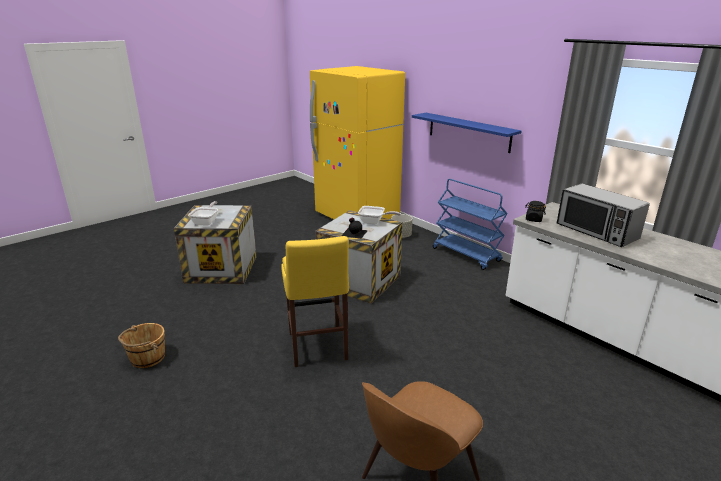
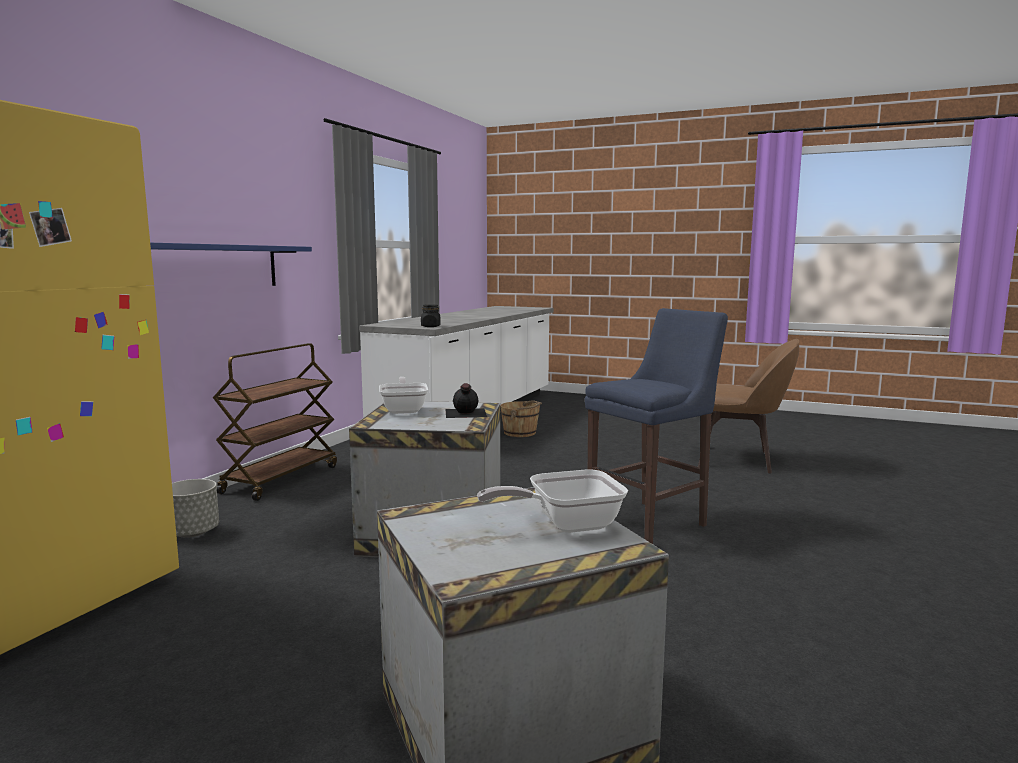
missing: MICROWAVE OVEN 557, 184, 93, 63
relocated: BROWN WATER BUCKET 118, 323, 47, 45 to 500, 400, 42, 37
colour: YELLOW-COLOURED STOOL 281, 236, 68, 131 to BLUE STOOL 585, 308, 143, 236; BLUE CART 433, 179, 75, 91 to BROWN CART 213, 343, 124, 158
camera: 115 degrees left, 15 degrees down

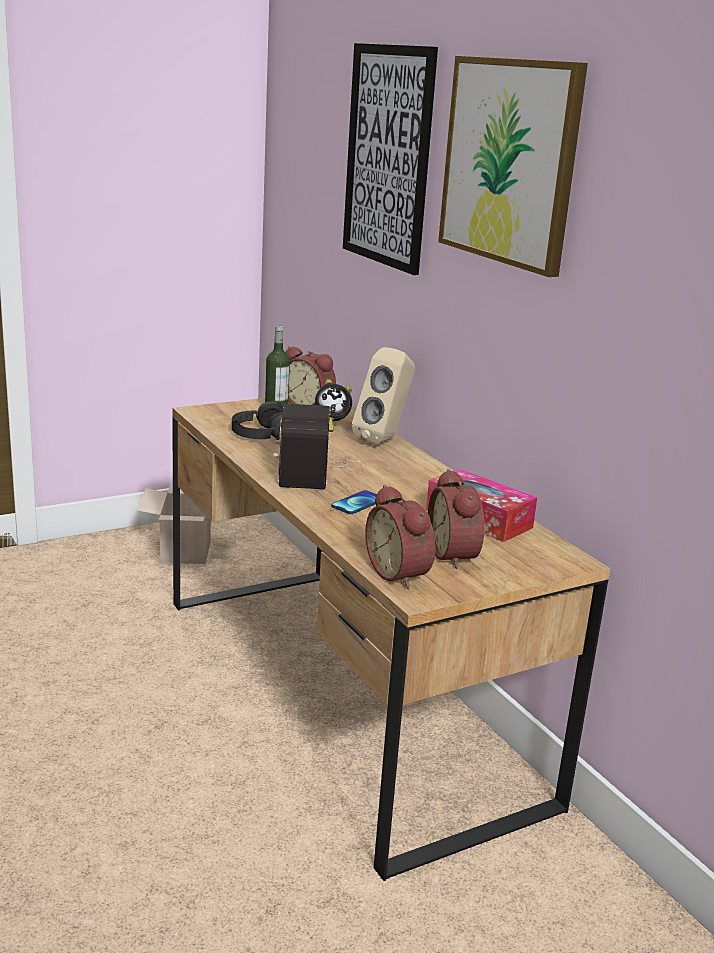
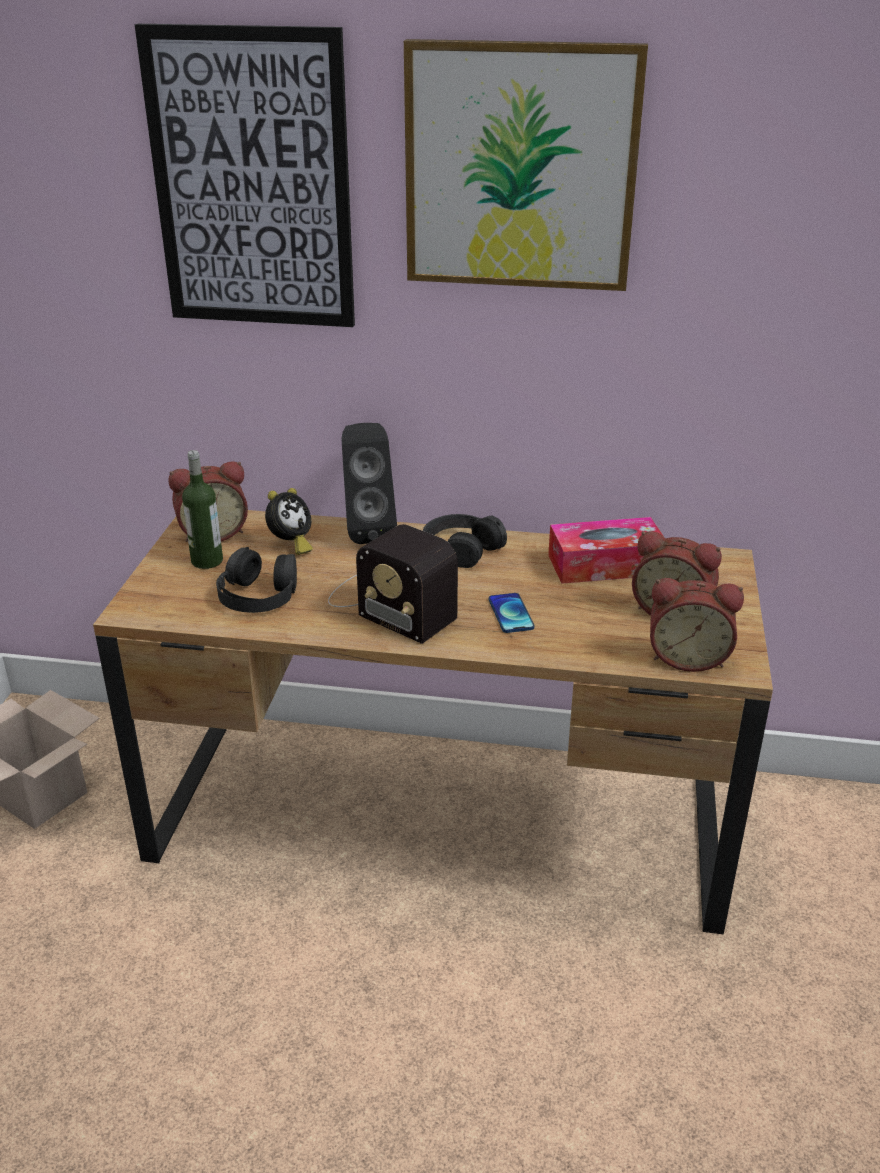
appeared: BLACKISH PAIR OF HEADPHONES 423, 514, 84, 54
colour: BEIGE AUDIO SPEAKER 352, 347, 63, 98 to BLACKISH AUDIO SPEAKER 342, 423, 55, 121
camera: 50 degrees left, 10 degrees up

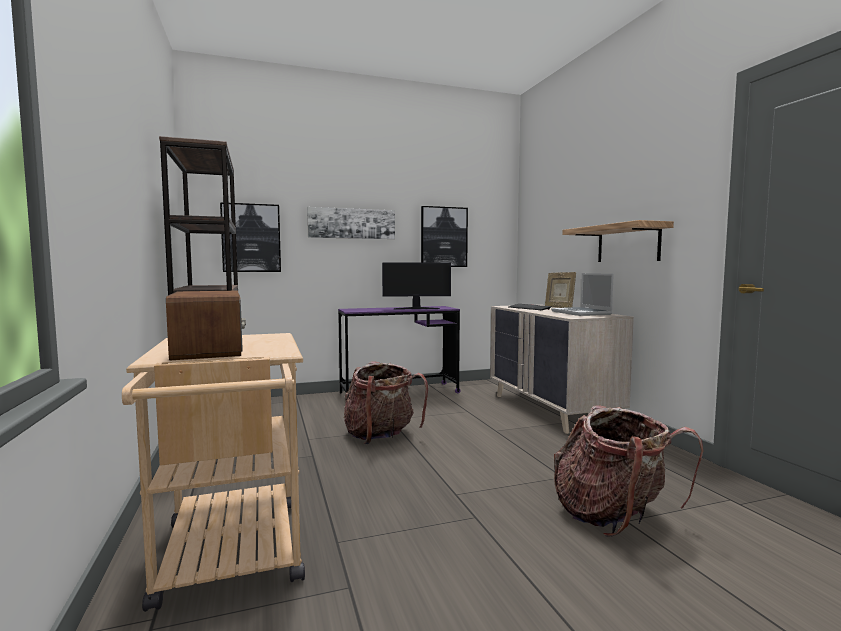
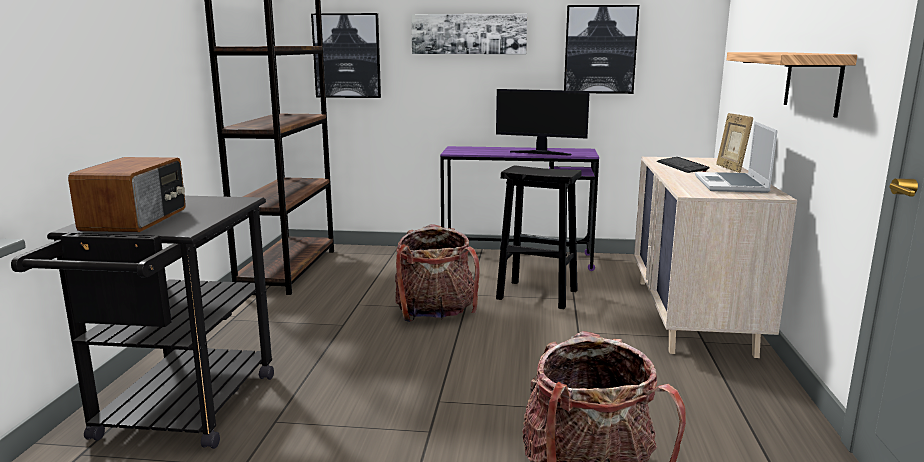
appeared: BLACKISH STOOL 496, 165, 86, 144
colour: BEIGE CART 122, 333, 183, 279 to BLACKISH CART 11, 196, 263, 253
camera: 25 degrees right, 10 degrees up

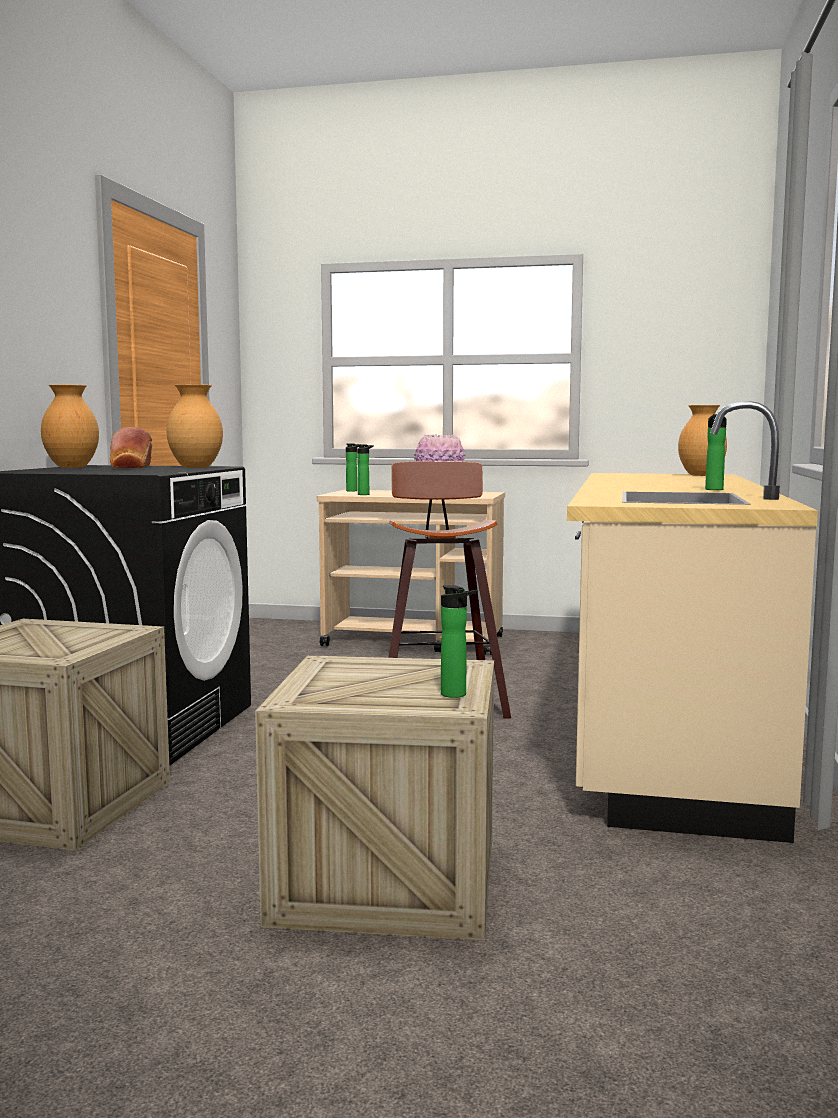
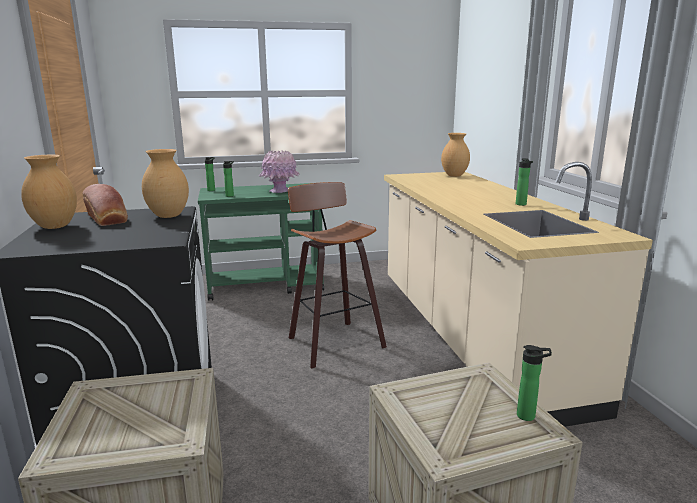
colour: BEIGE CART 317, 490, 188, 165 to GREEN CART 198, 183, 126, 118
camera: 25 degrees left, 10 degrees up

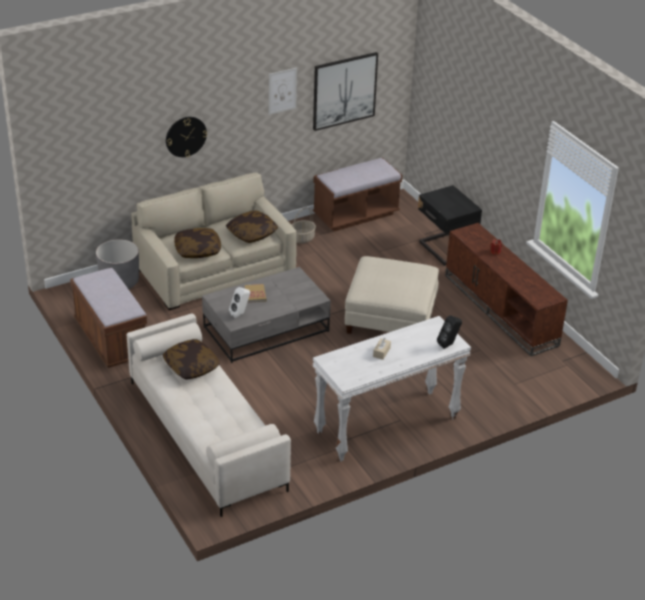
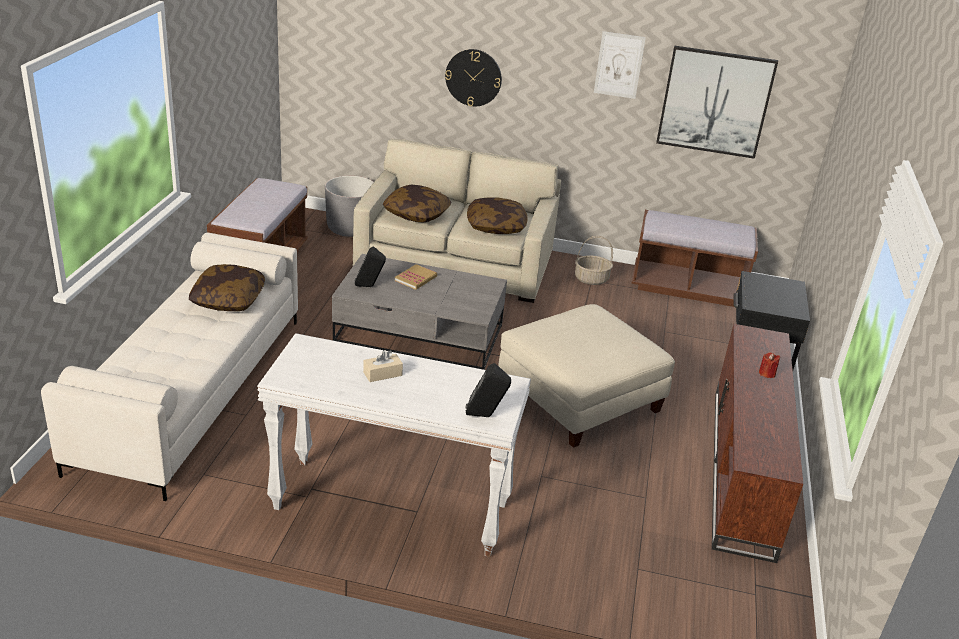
colour: WHITE-COLOURED AUDIO SPEAKER 229, 287, 21, 31 to BLACKISH AUDIO SPEAKER 355, 246, 31, 41
camera: 40 degrees right, 5 degrees down

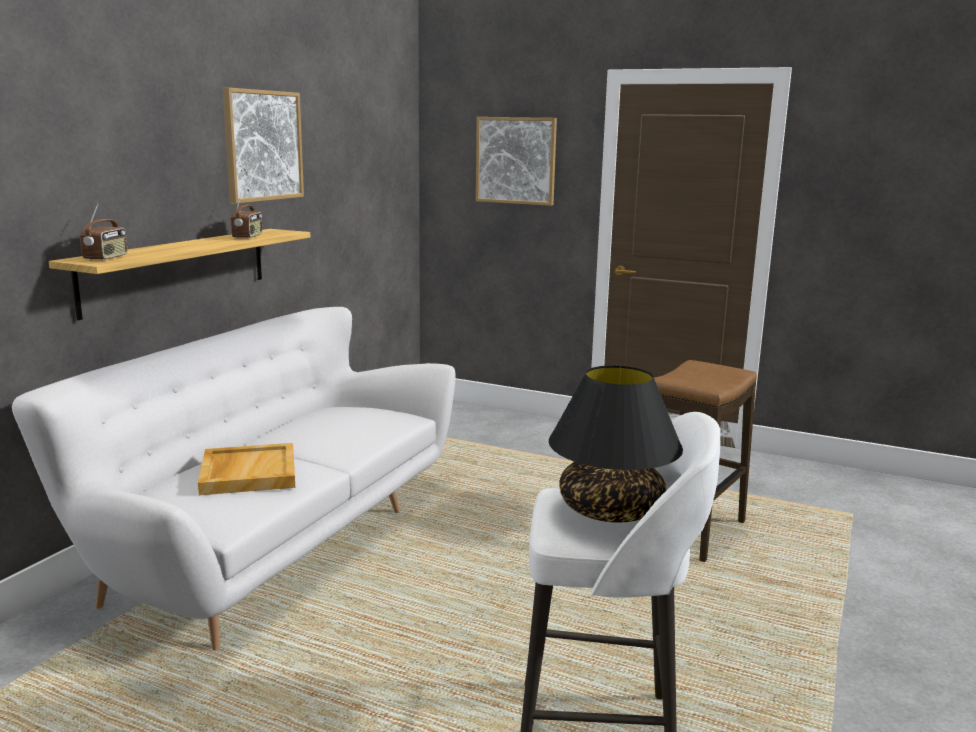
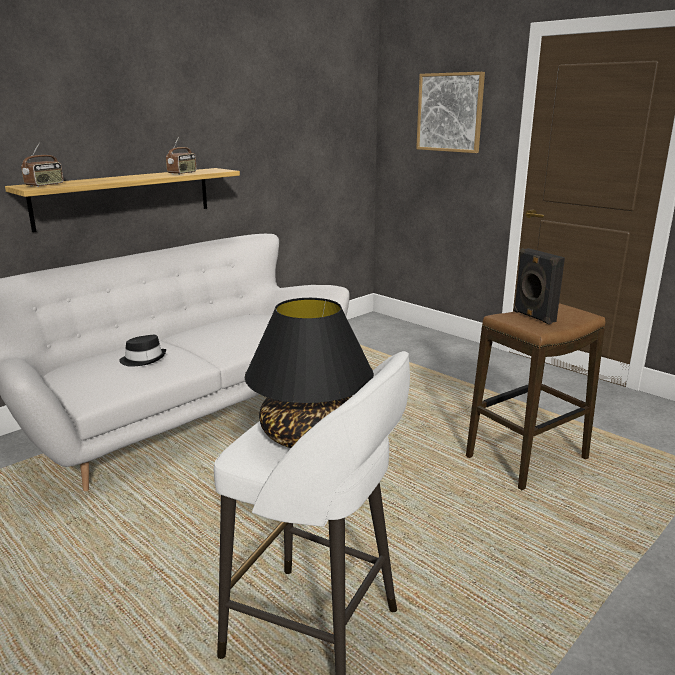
missing: WALL ART 222, 87, 82, 117
appeared: BLACKISH AUDIO SPEAKER 514, 248, 51, 76
exchanged: BEIGE TRAY 198, 443, 97, 52 to BLACKISH HAT 119, 335, 47, 32
camera: 20 degrees right, 5 degrees up

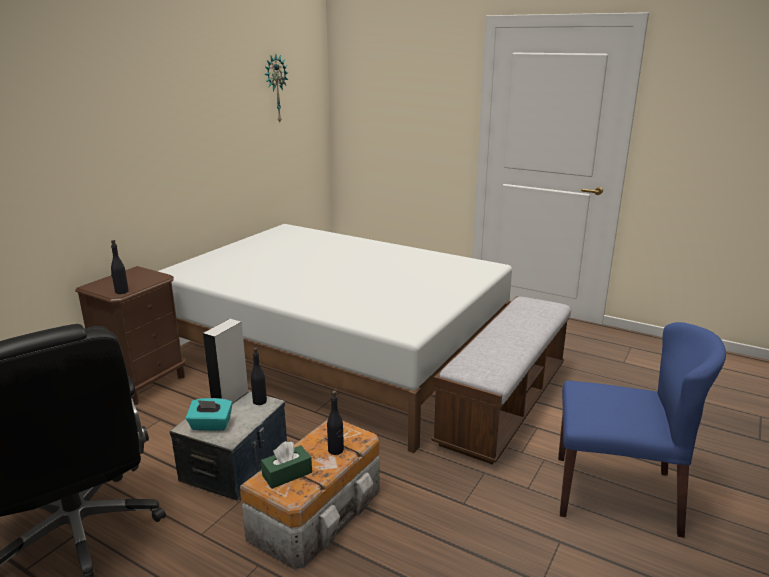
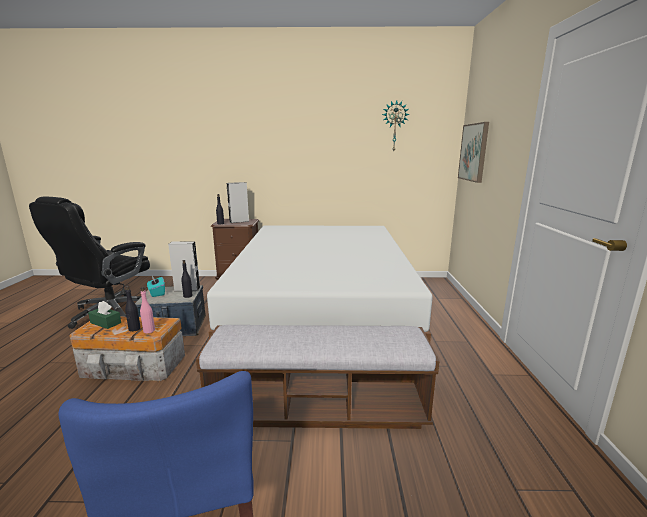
appeared: PINK-COLOURED BEVERAGE BOTTLE 140, 287, 15, 46; GREYISH AUDIO SPEAKER 227, 182, 22, 41; WALL ART 458, 122, 31, 61
camera: 60 degrees right, 5 degrees down

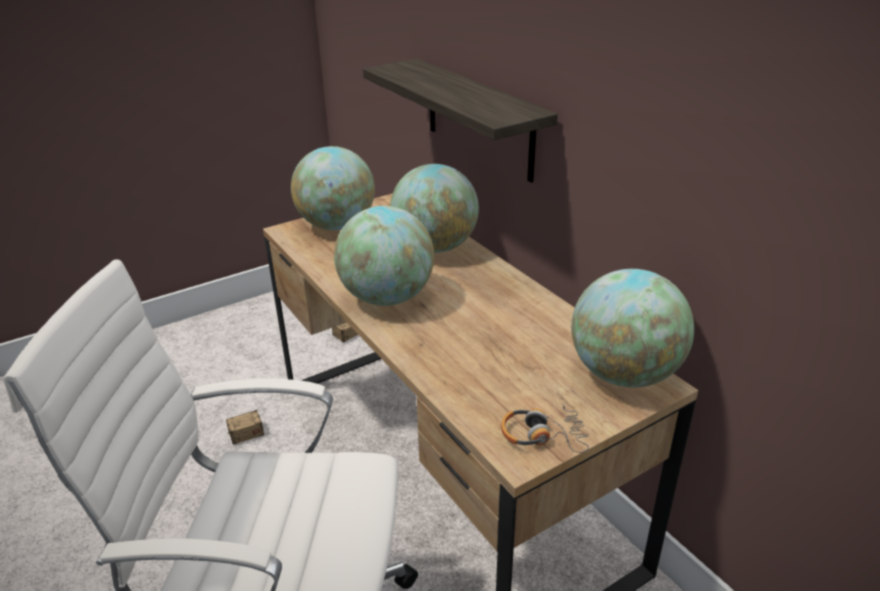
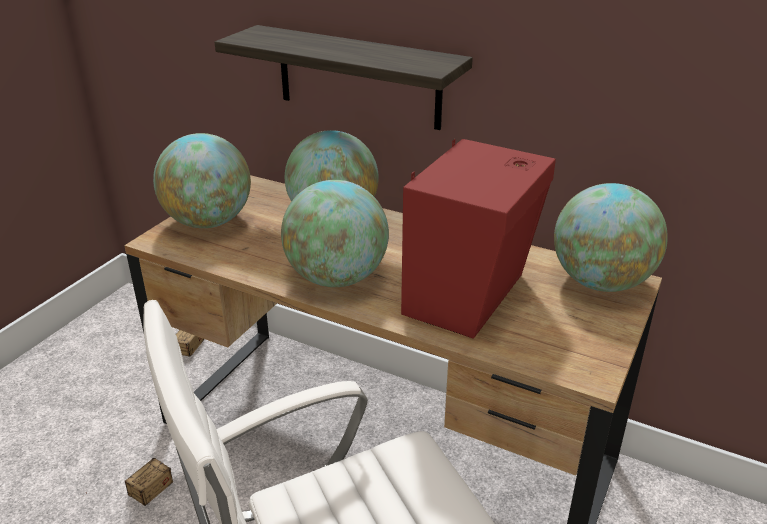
missing: PAIR OF HEADPHONES 501, 404, 88, 49
appeared: RED-COLOURED AUDIO SPEAKER 401, 139, 155, 200
camera: 30 degrees left, 0 degrees up

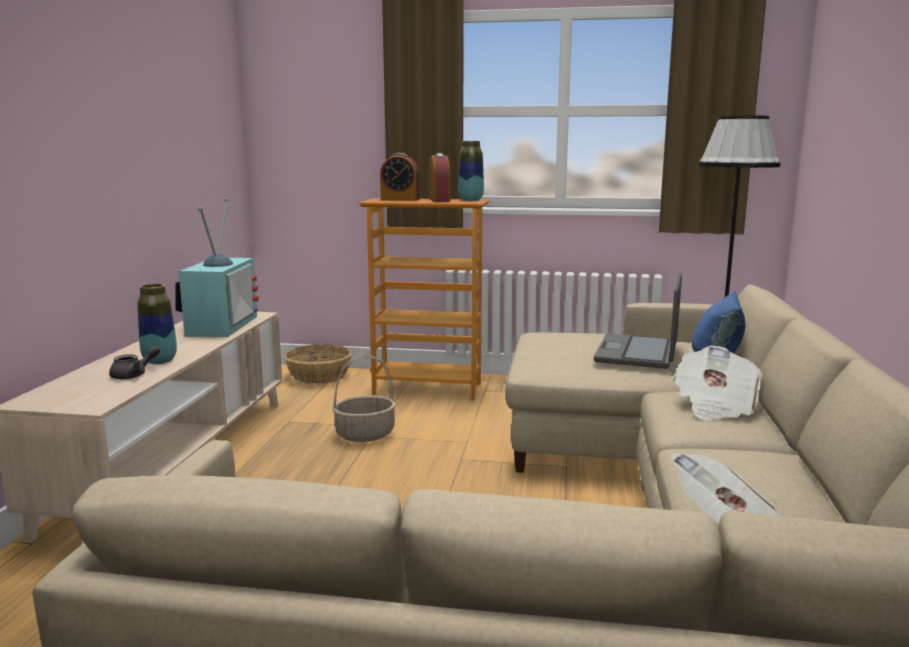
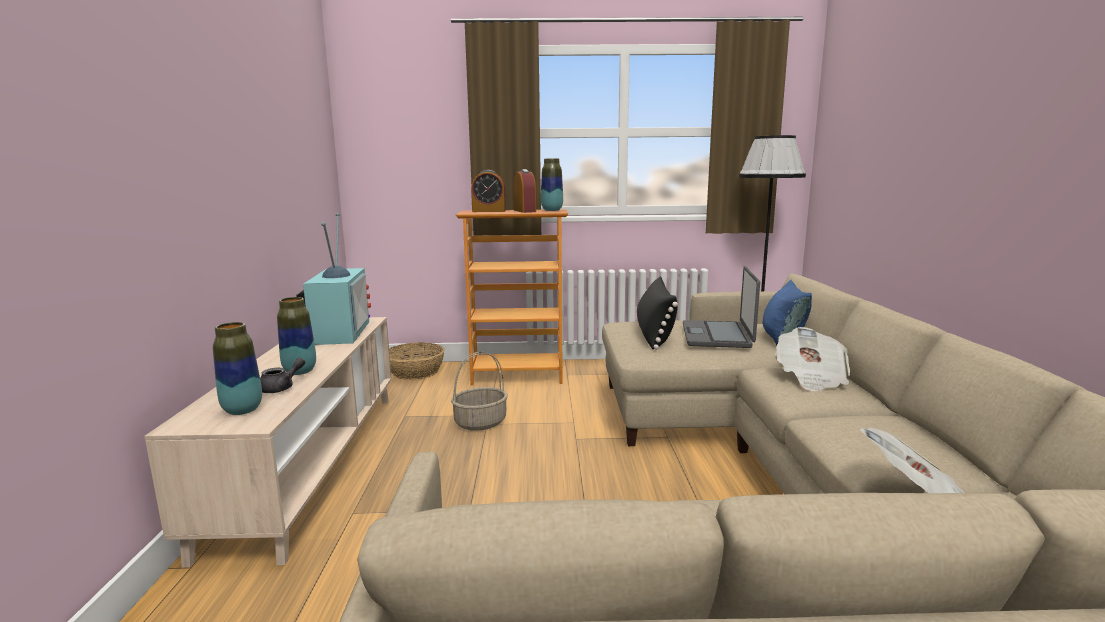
appeared: DECORATIVE VASE 213, 322, 49, 93; BLACKISH CUSHION 637, 276, 41, 74
camera: 10 degrees left, 0 degrees up

